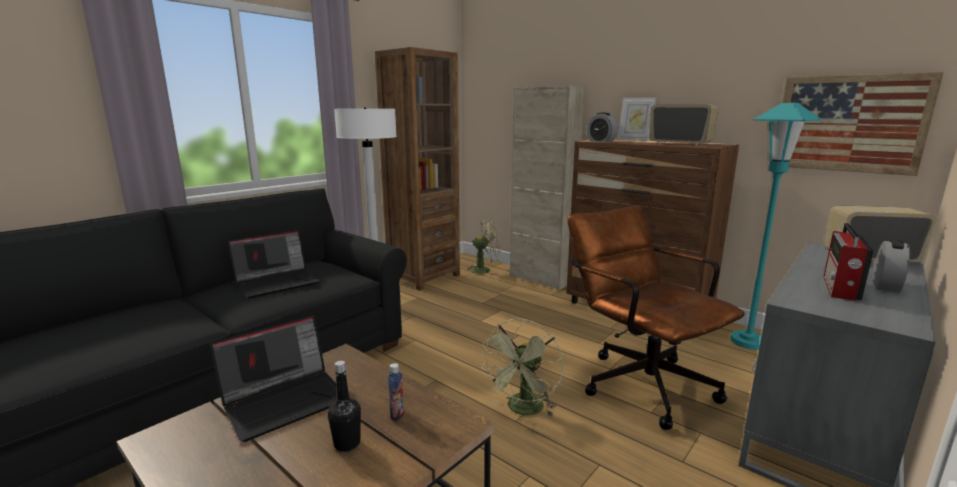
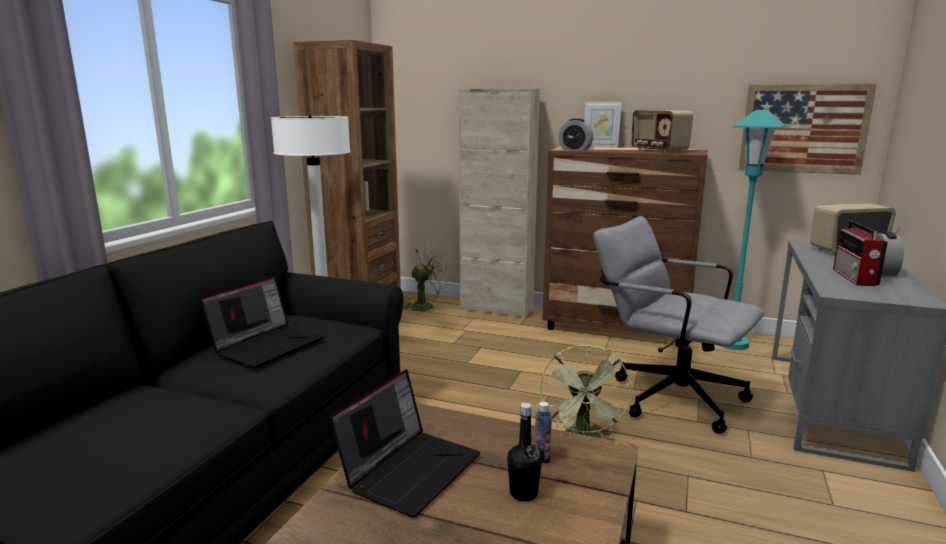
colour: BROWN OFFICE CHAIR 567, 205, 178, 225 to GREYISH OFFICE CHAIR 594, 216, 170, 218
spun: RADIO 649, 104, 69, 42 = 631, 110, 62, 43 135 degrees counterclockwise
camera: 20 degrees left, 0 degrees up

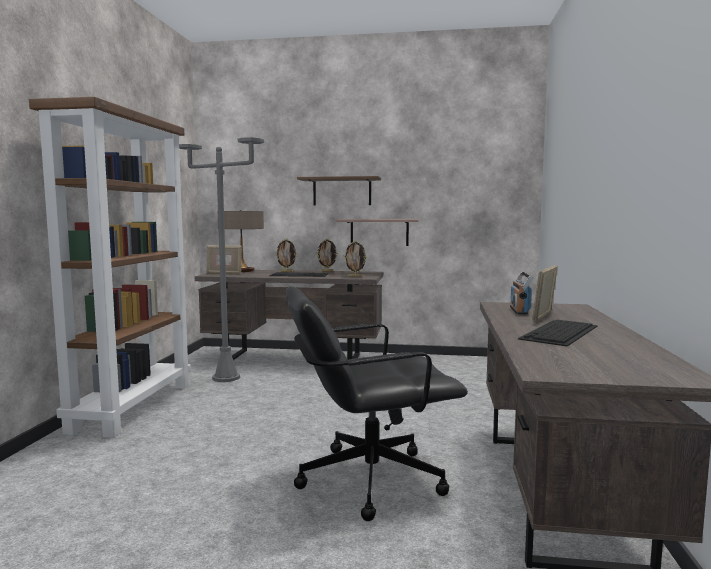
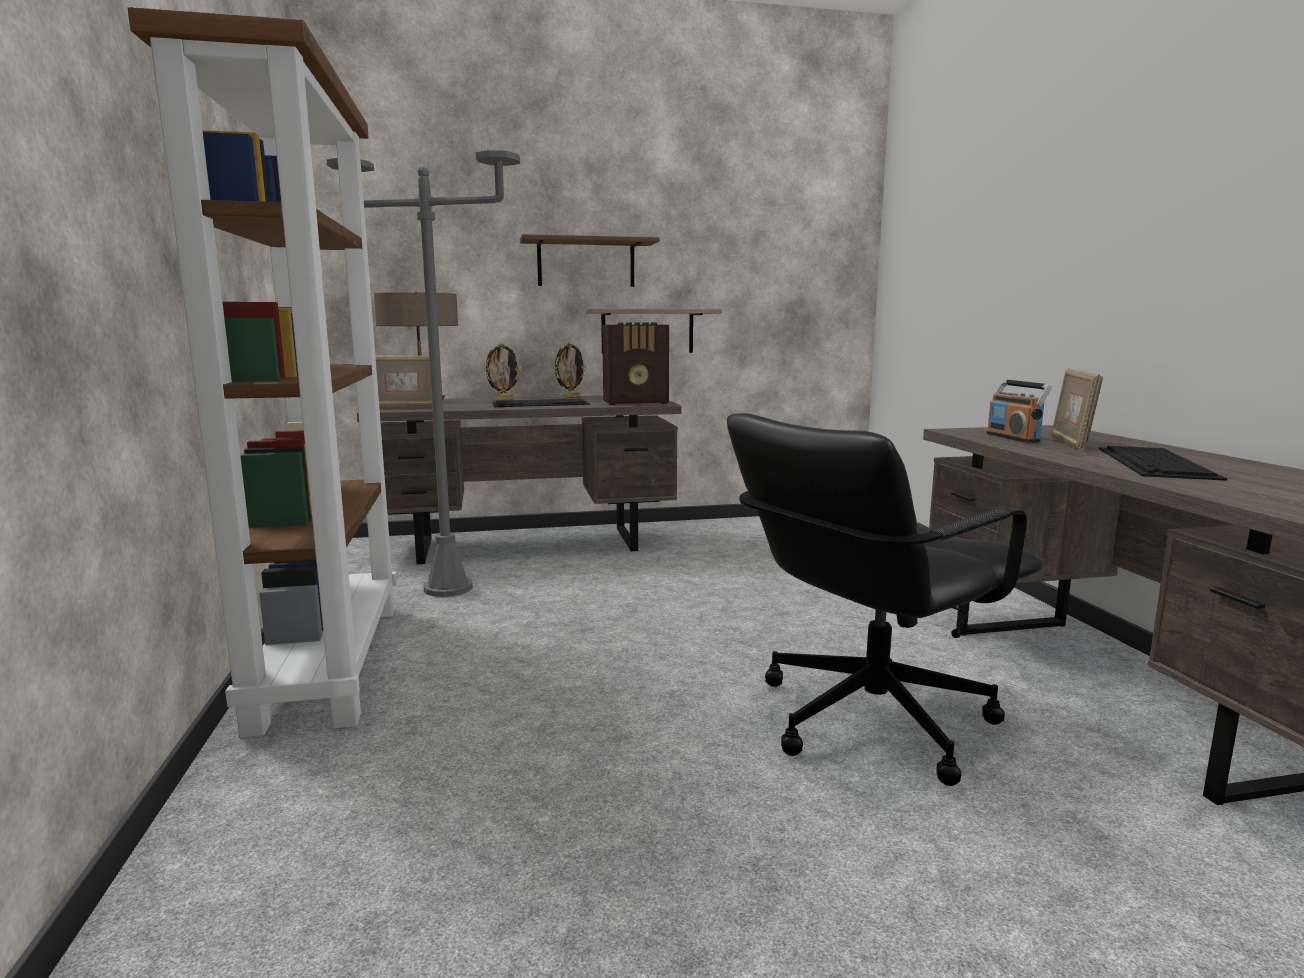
exchanged: PHOTO FRAME 344, 240, 23, 37 to RADIO 602, 323, 67, 82
camera: 20 degrees left, 5 degrees up

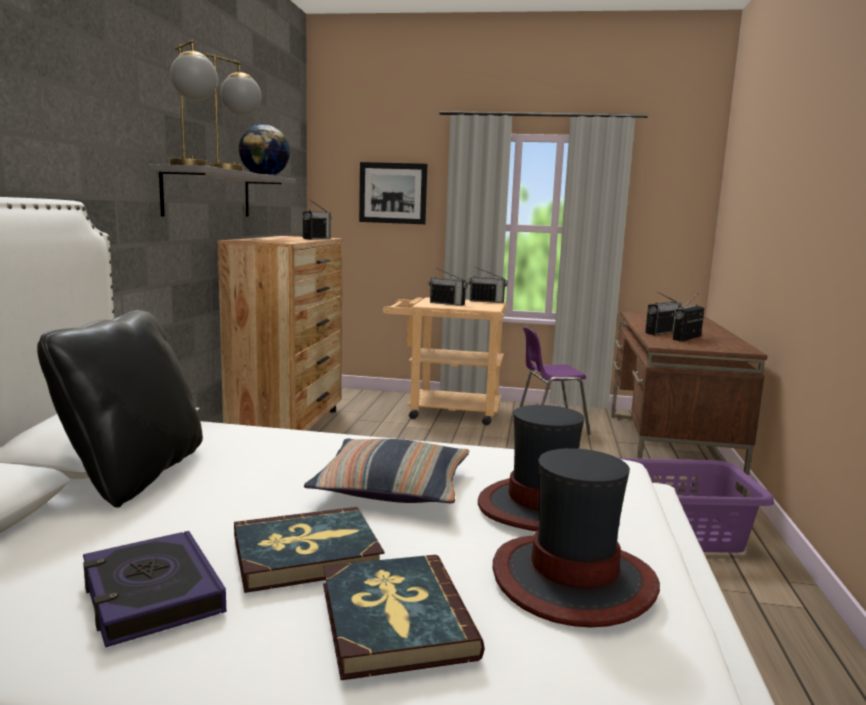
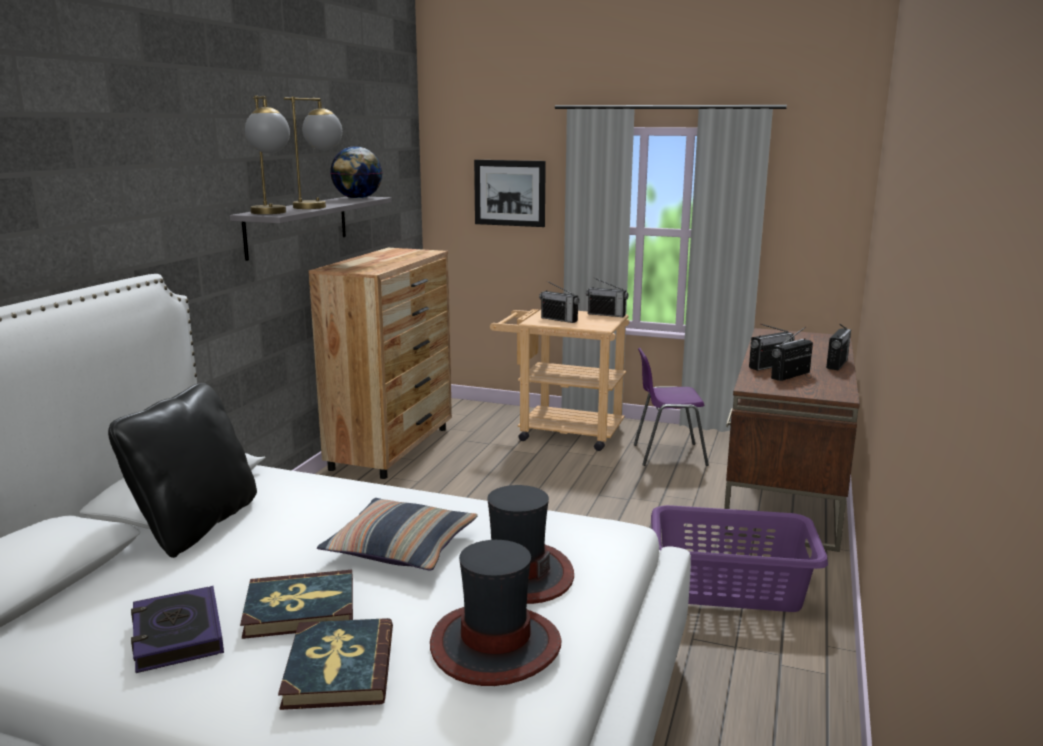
relocated: RADIO 303, 199, 29, 40 to 826, 324, 25, 47
camera: 10 degrees right, 5 degrees up

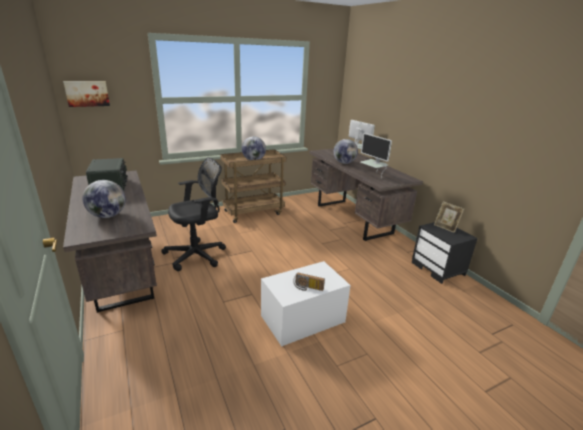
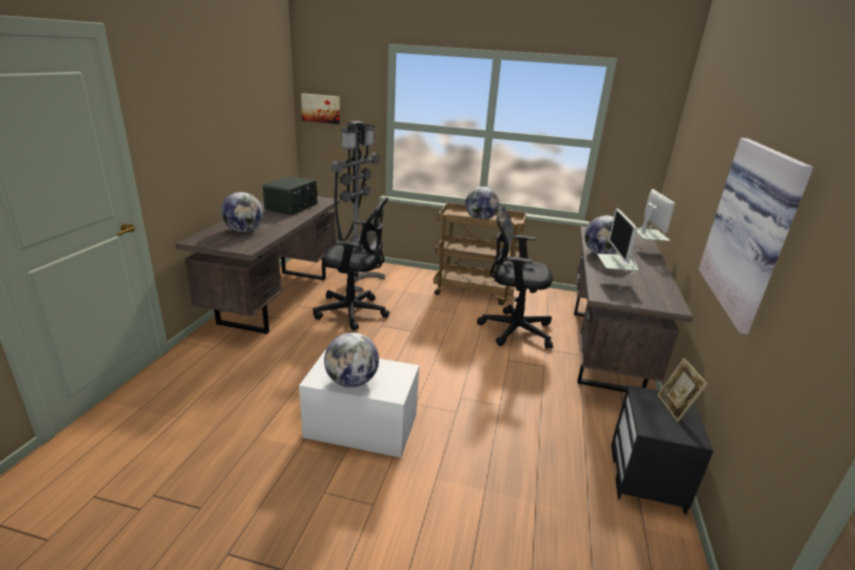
appeared: GREYISH STANDING LAMP 331, 121, 54, 171; BLACKISH OFFICE CHAIR 477, 206, 76, 143; WALL ART 698, 138, 115, 196
exchanged: RADIO 293, 272, 32, 19 to DESK GLOBE 324, 333, 55, 55
camera: 40 degrees right, 0 degrees up

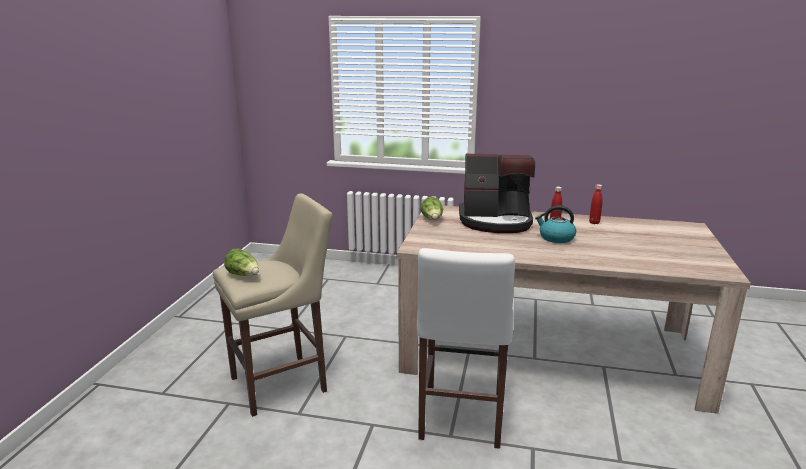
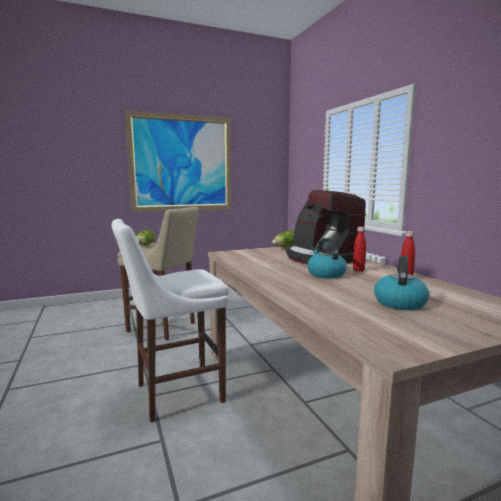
appeared: WALL ART 125, 110, 106, 102; KETTLE 374, 256, 55, 54
camera: 55 degrees right, 10 degrees down

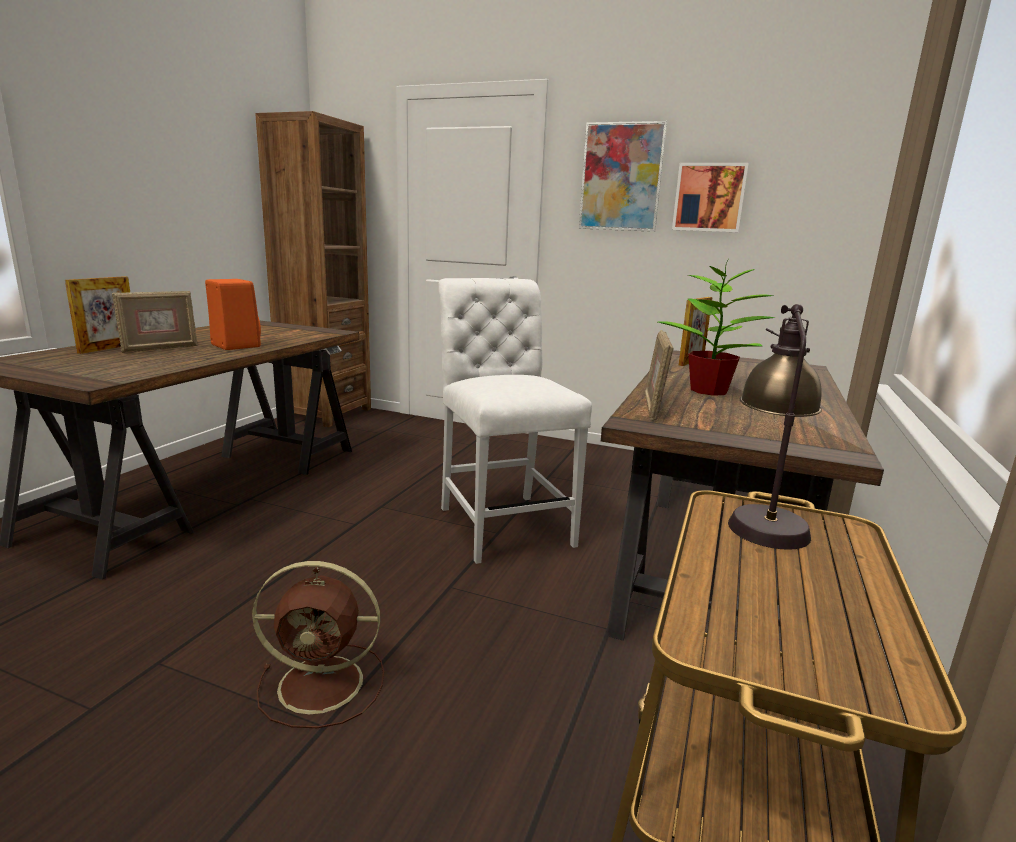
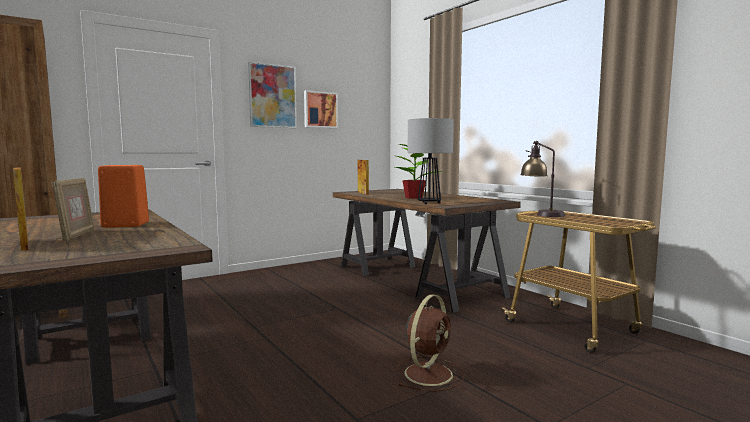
missing: WHITE-COLOURED UPRIGHT CHAIR 438, 278, 154, 286
exchanged: PHOTO FRAME 645, 330, 29, 91 to LAMP FOR A TABLE 408, 118, 46, 86
camera: 55 degrees left, 10 degrees down

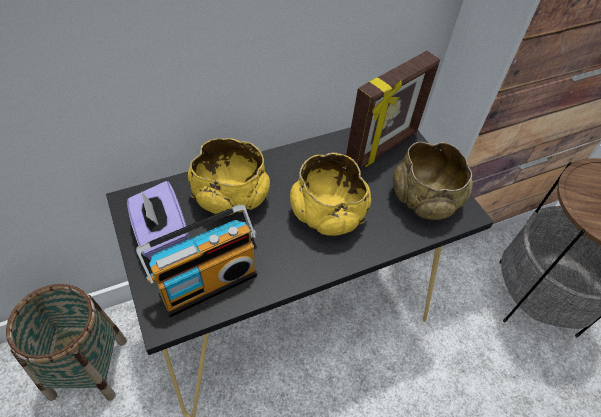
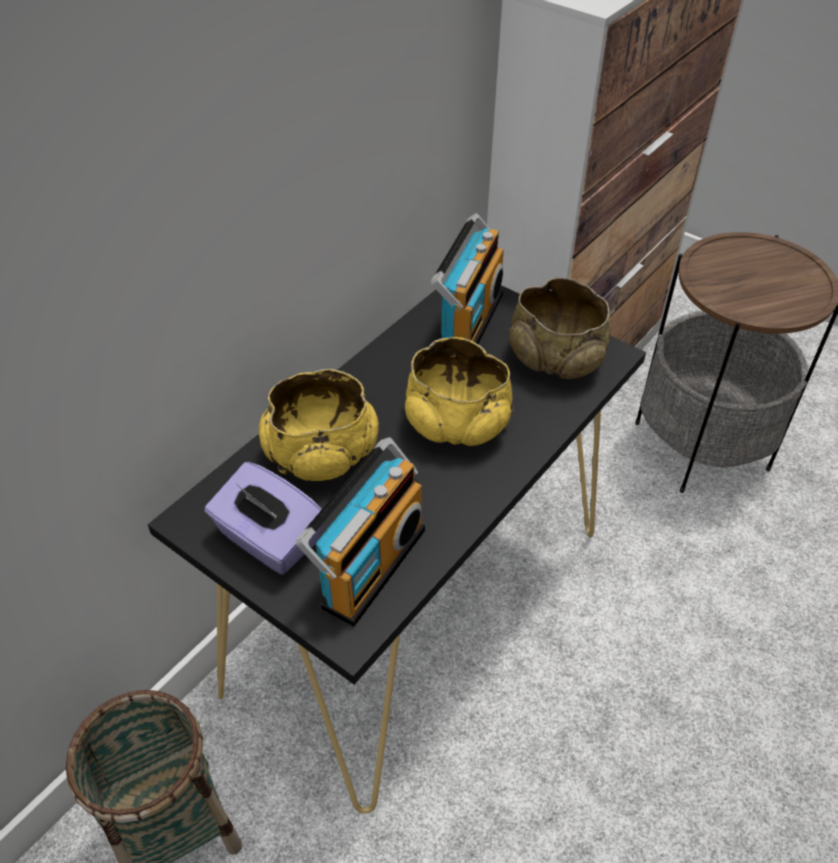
exchanged: PHOTO FRAME 346, 51, 94, 118 to RADIO 431, 213, 73, 141
camera: 25 degrees left, 5 degrees down

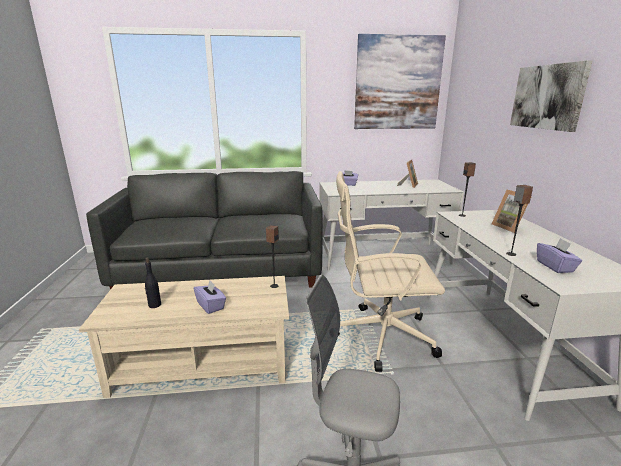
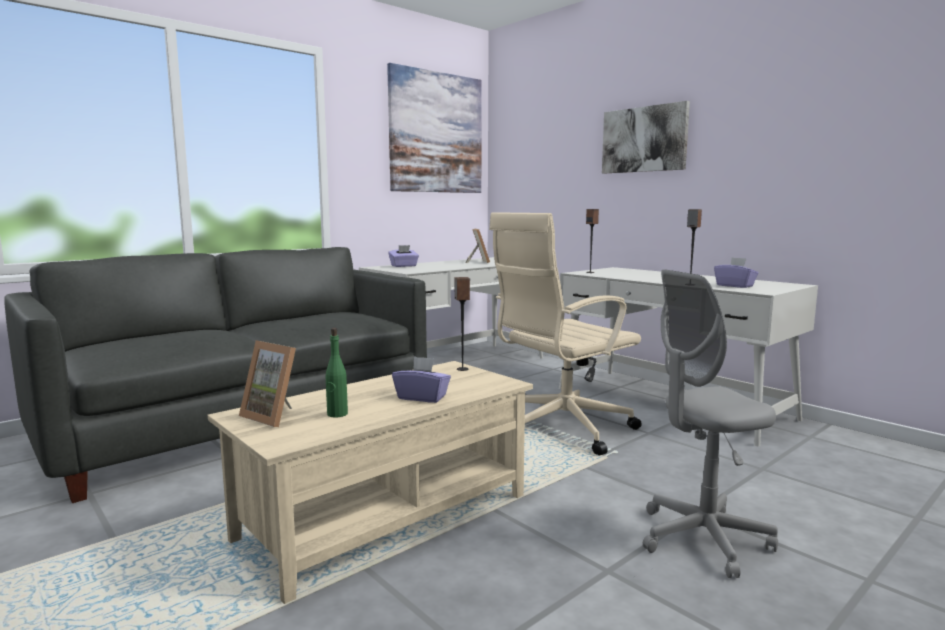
relocated: PHOTO FRAME 492, 190, 40, 43 to 239, 340, 57, 87
colour: BLACKISH BEVERAGE BOTTLE 145, 257, 16, 51 to GREEN BEVERAGE BOTTLE 326, 328, 22, 90
camera: 35 degrees left, 10 degrees down

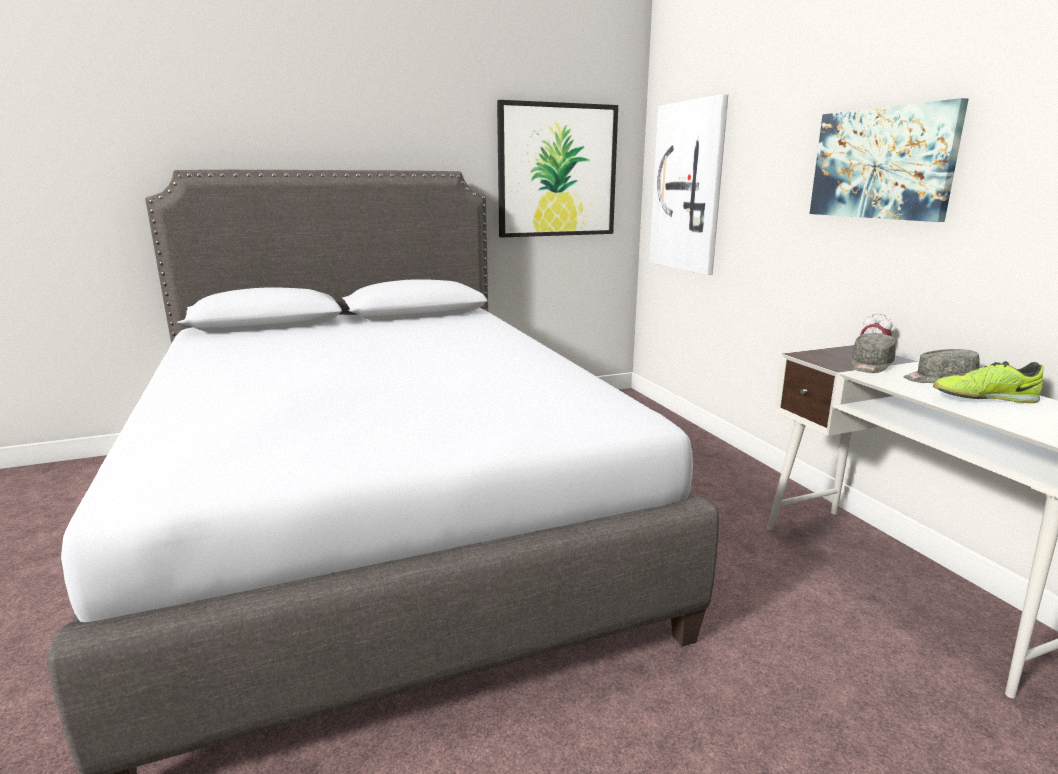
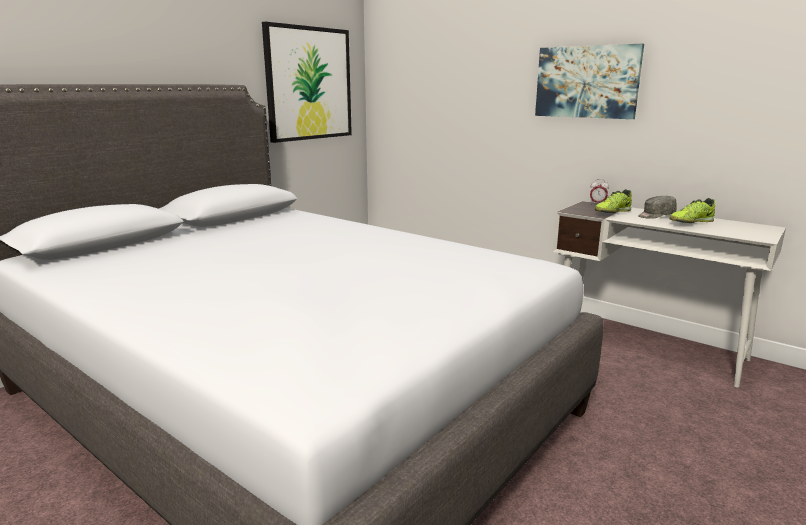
missing: WALL ART 649, 94, 79, 181
exchanged: GREYISH PEAKED CAP 851, 333, 45, 40 to ITEM OF FOOTWEAR 595, 189, 37, 24
camera: 30 degrees left, 0 degrees up

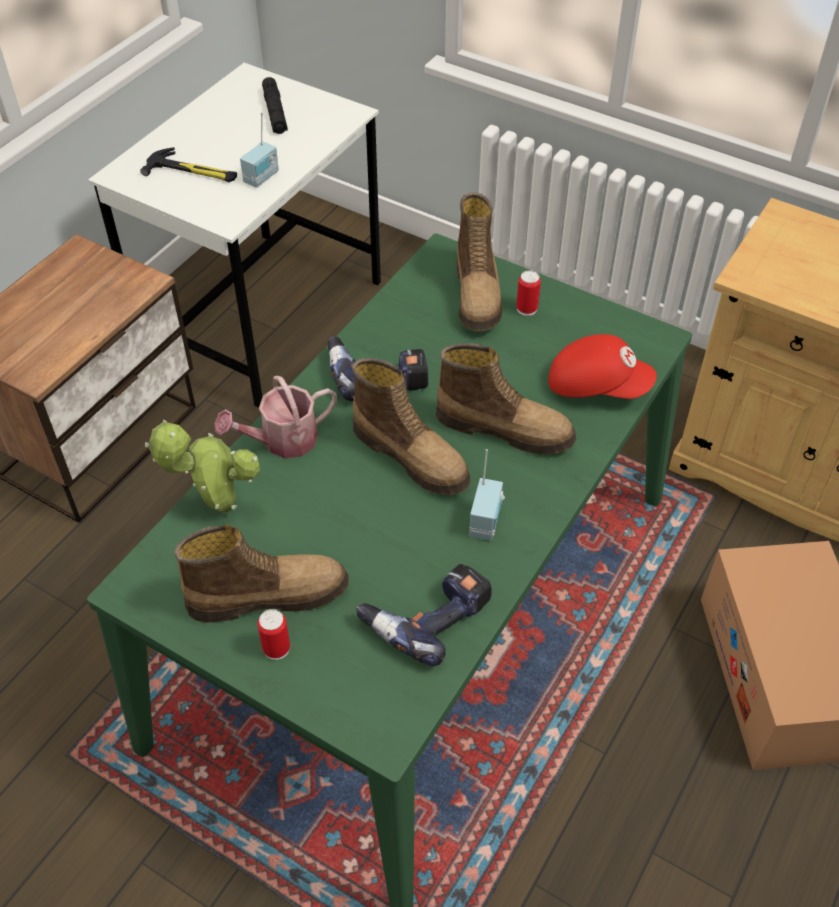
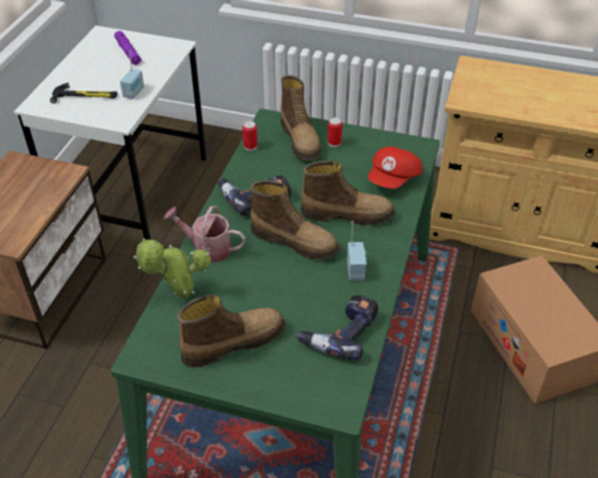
relocated: METAL CAN 257, 609, 33, 51 to 242, 121, 16, 30
colour: BLACKISH HAND TORCH 262, 77, 26, 57 to PURPLISH HAND TORCH 114, 31, 28, 34
spun: WATERING POT 214, 376, 123, 82 = 164, 206, 82, 56 60 degrees clockwise; RED-COLOURED PEAKED CAP 548, 334, 109, 65 = 368, 147, 55, 42 120 degrees clockwise
camera: 15 degrees left, 5 degrees down

